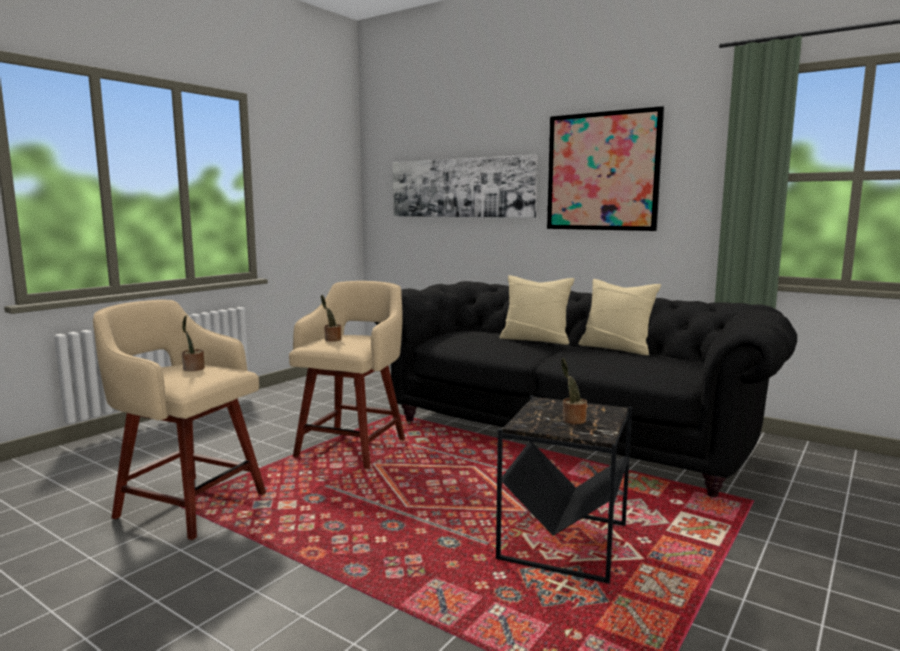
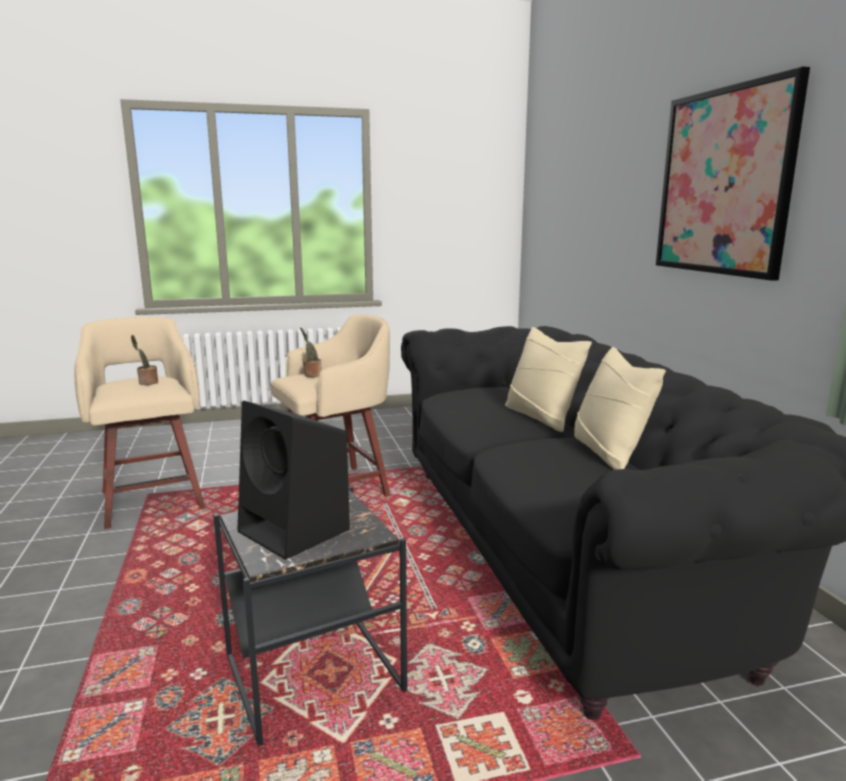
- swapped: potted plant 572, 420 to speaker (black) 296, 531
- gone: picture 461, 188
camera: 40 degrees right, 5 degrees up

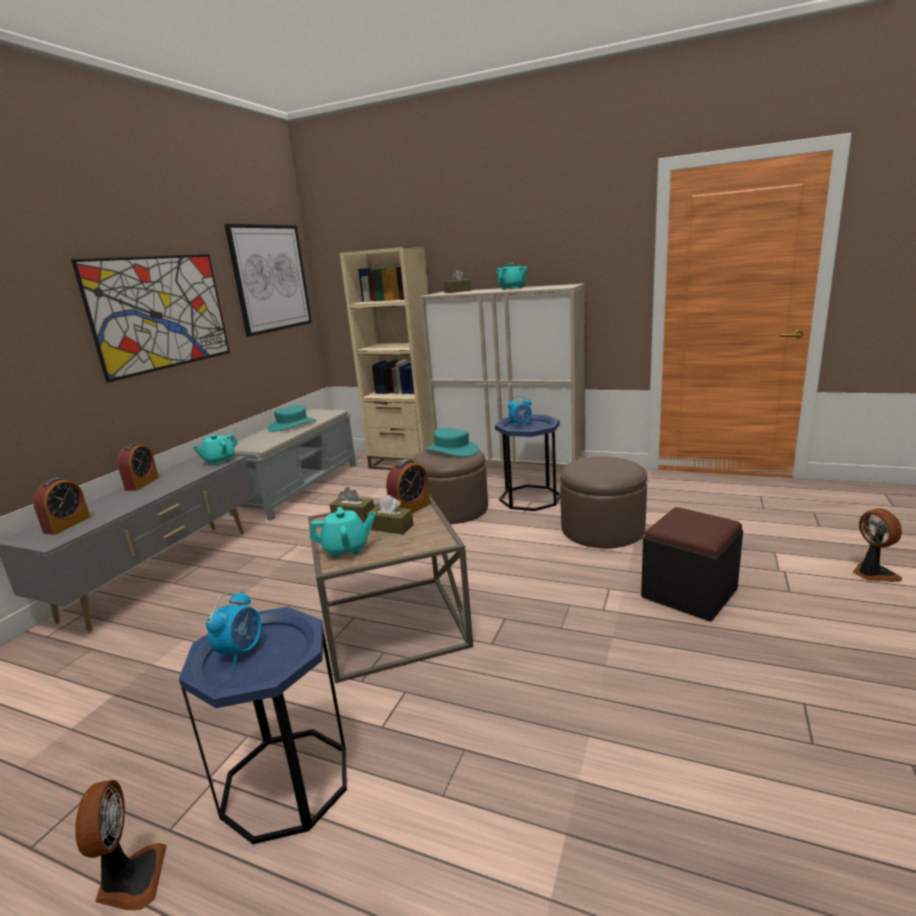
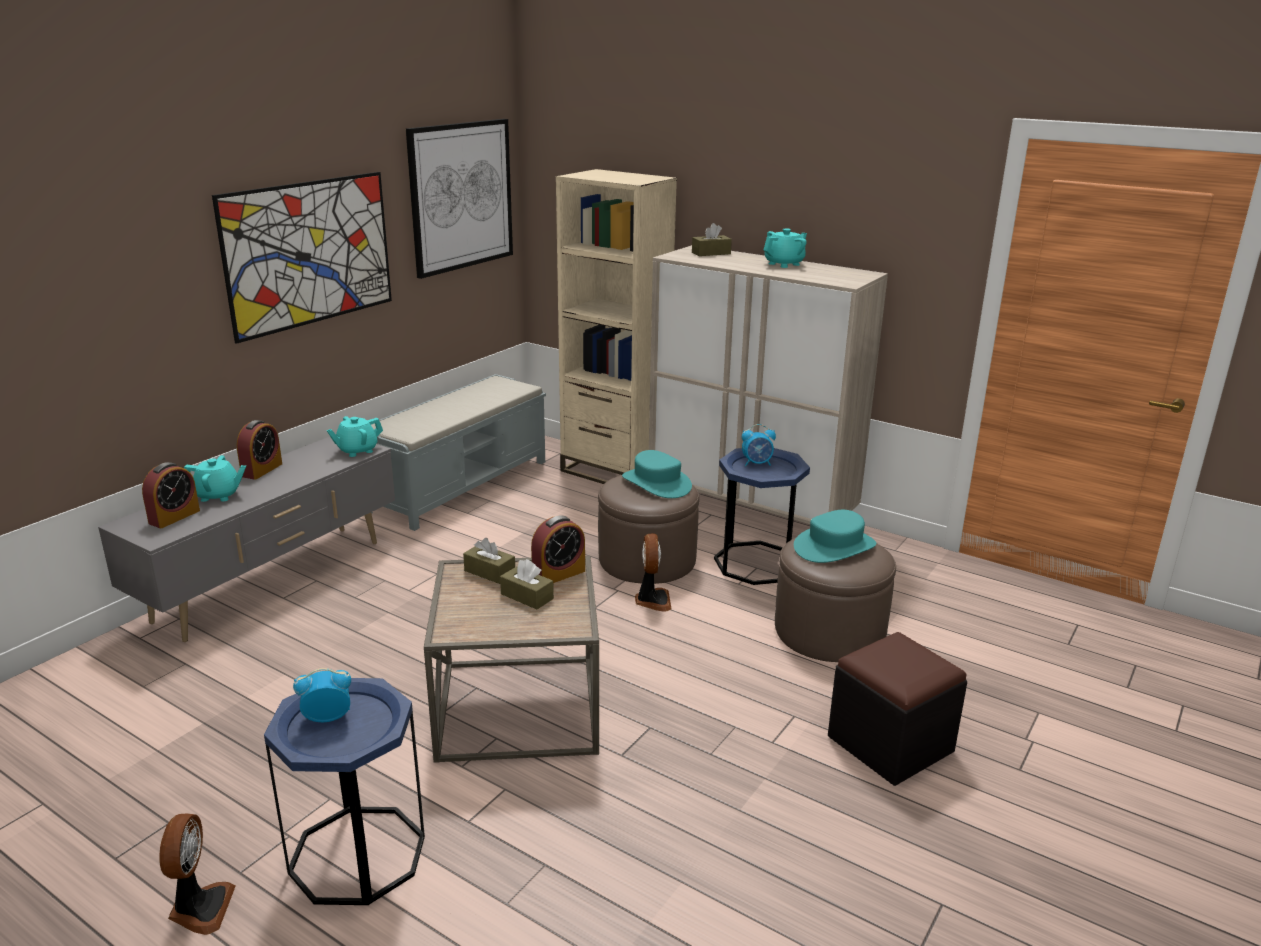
- shifted: teapot (turquoise) 346, 549 to 218, 495
- rotated: alarm clock 241, 651 = 327, 717 135 degrees counterclockwise
- shifted: fan 872, 573 to 652, 600
- shifted: hat (turquoise) 292, 425 to 834, 547
camera: 10 degrees right, 5 degrees up

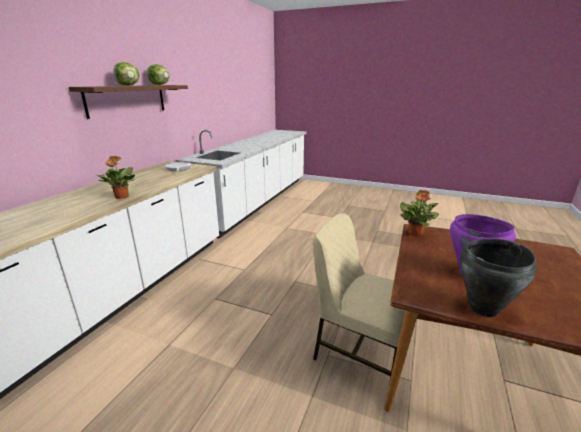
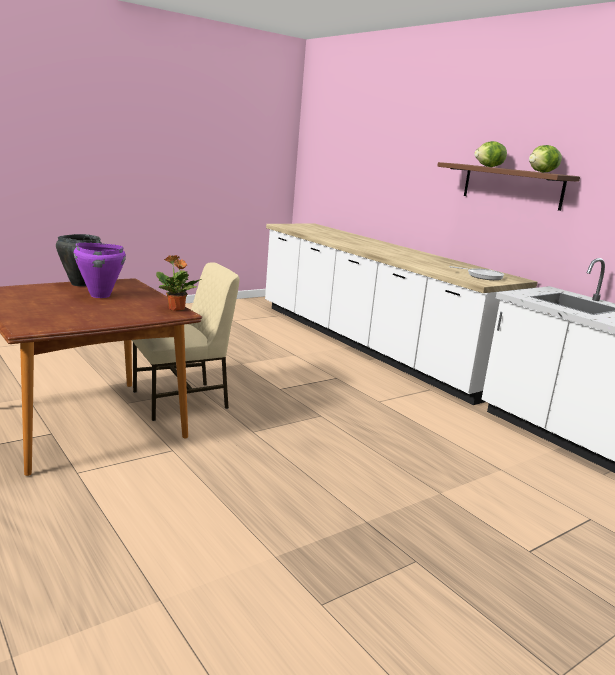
- gone: potted plant 121, 197
camera: 120 degrees right, 5 degrees down

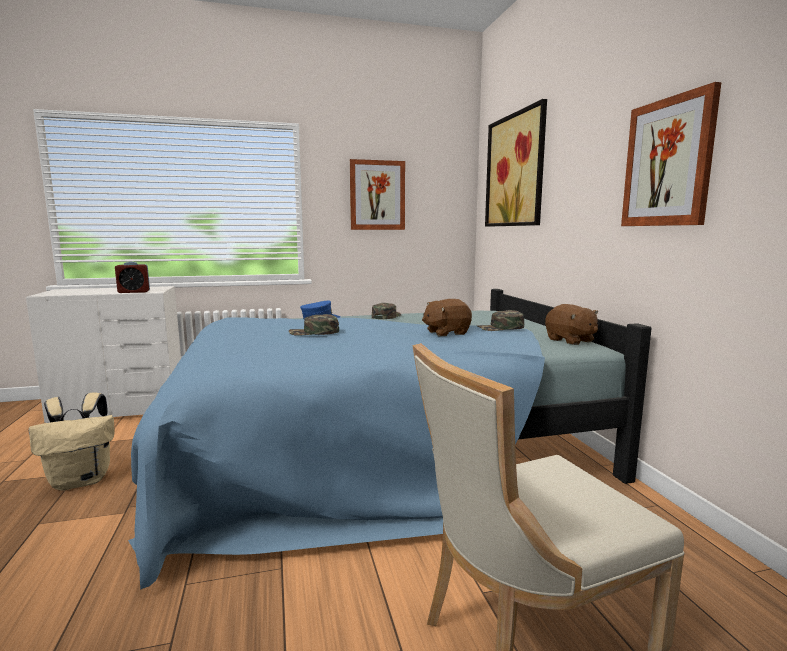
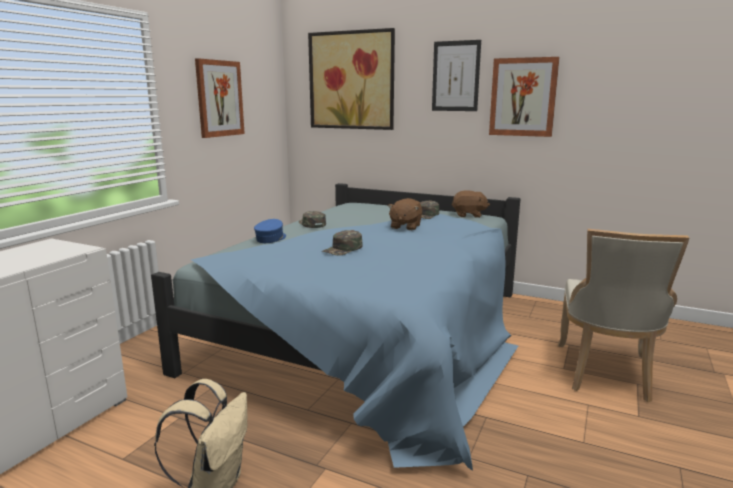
- new: picture 455, 76
- gone: alarm clock 134, 292
camera: 50 degrees left, 5 degrees up

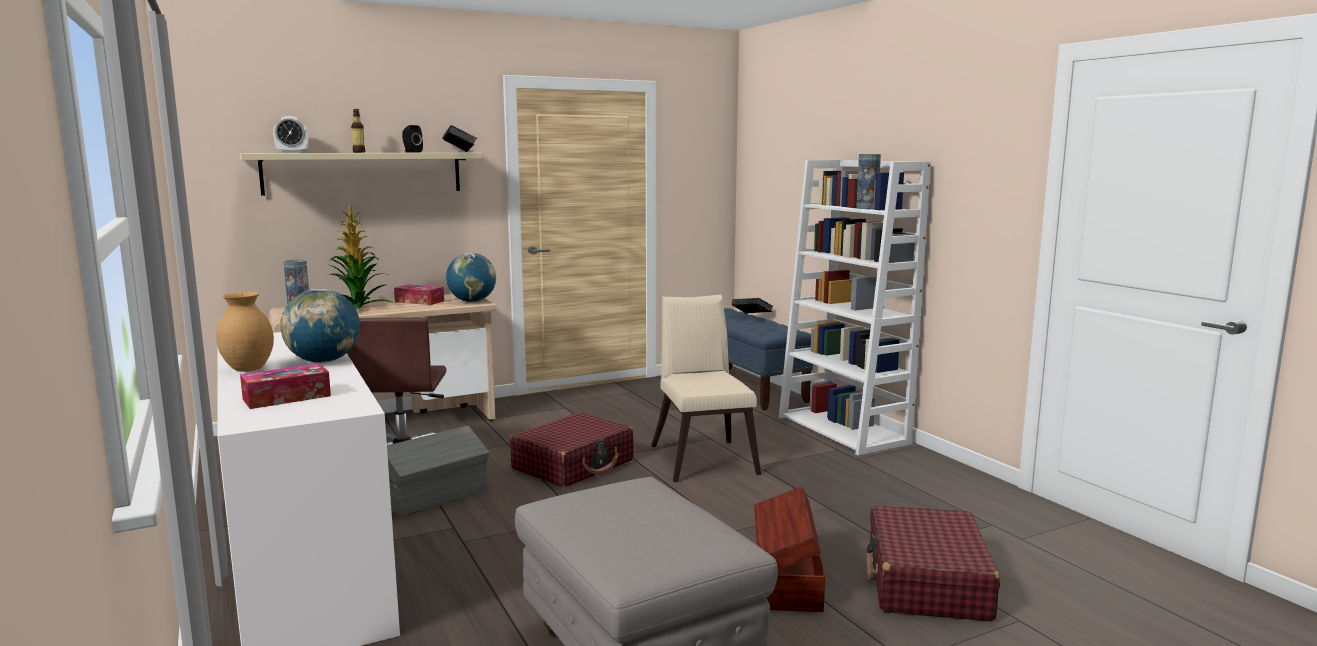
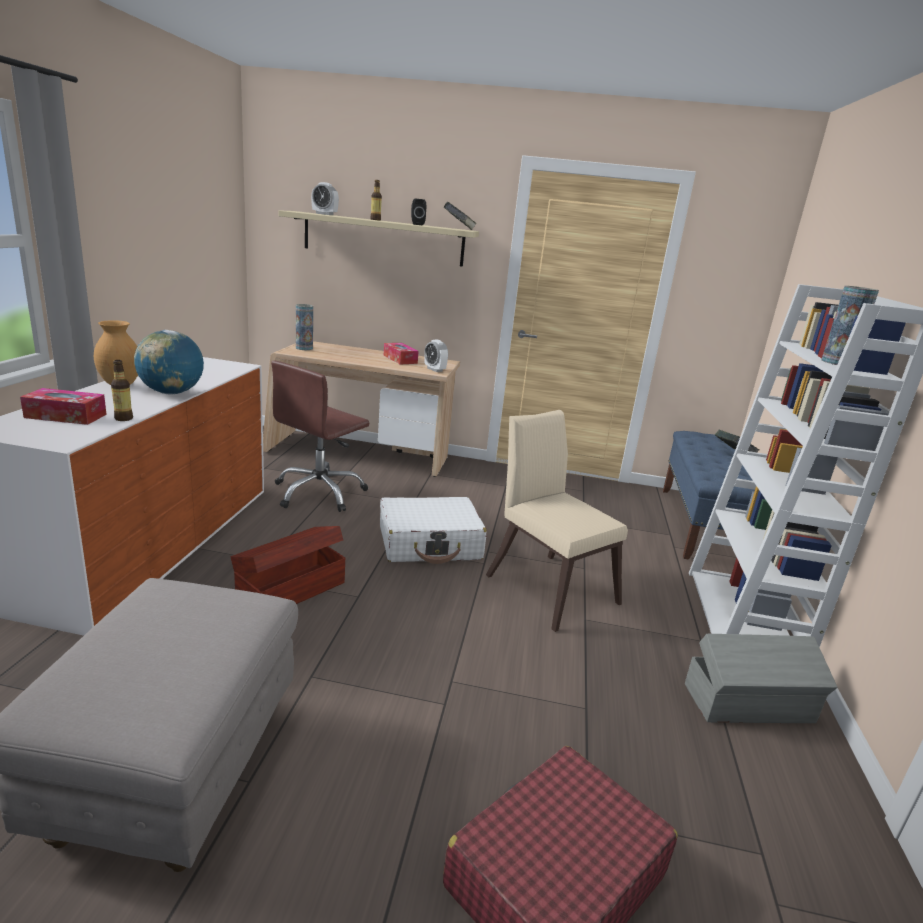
- new: bottle 123, 418
- shifted: storage box (brown) 787, 580 to 290, 590
- repainted: suitcase (red) 573, 465 to suitcase (white) 430, 543
- swapped: globe 472, 302 to alarm clock 434, 369
- rotated: chair (beige) 703, 457 = 547, 585 60 degrees counterclockwise
- shifted: storage box (grey) 436, 497 to 750, 704
- gone: potted plant 356, 307
camera: 35 degrees right, 10 degrees up

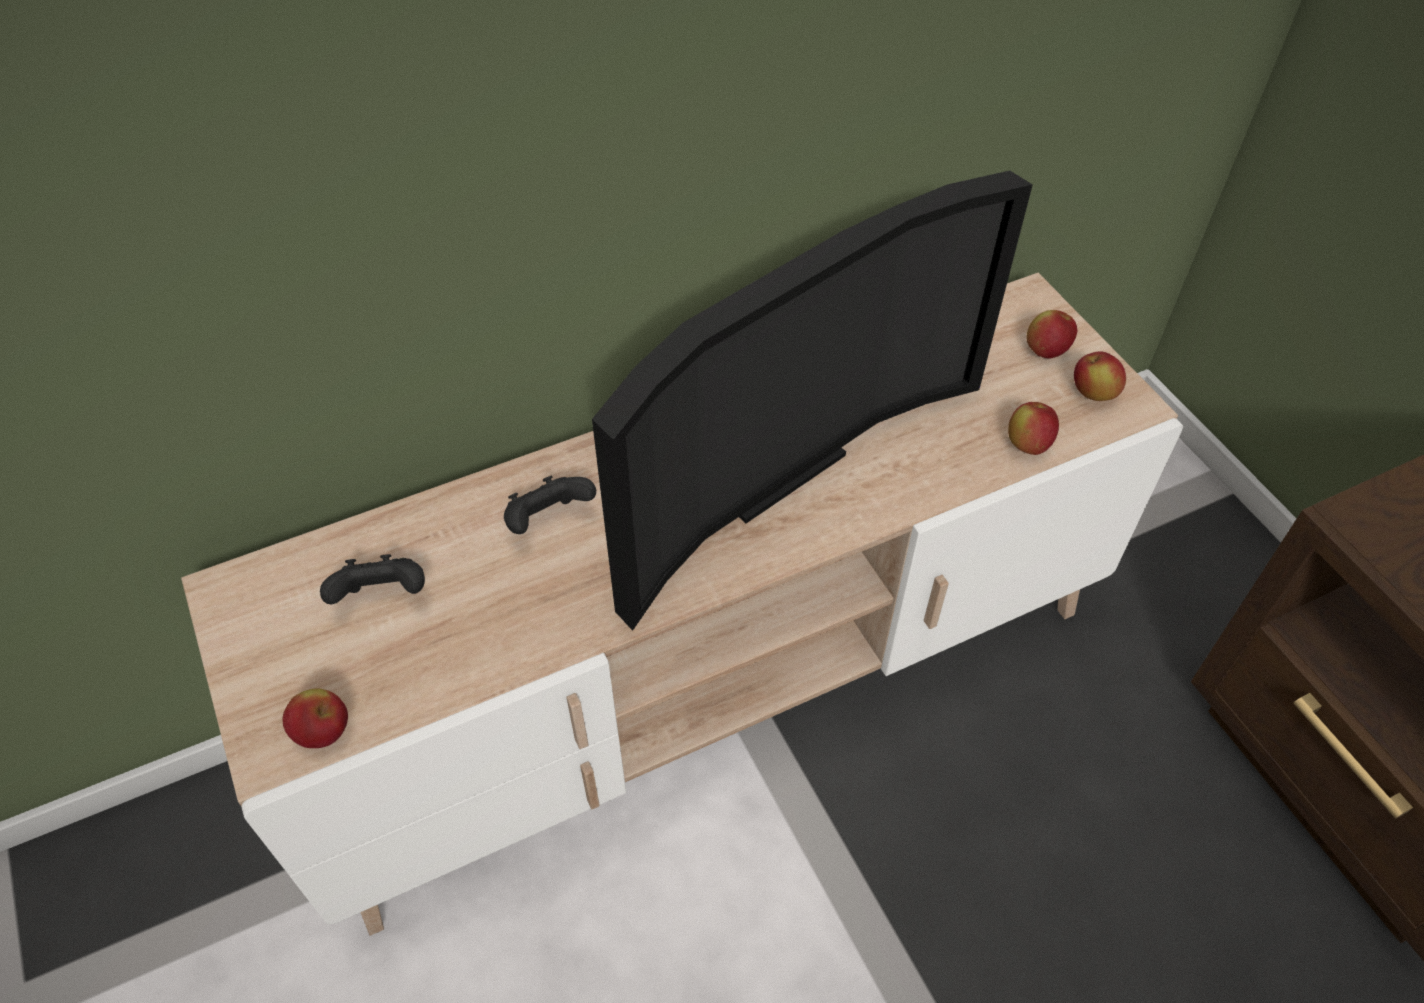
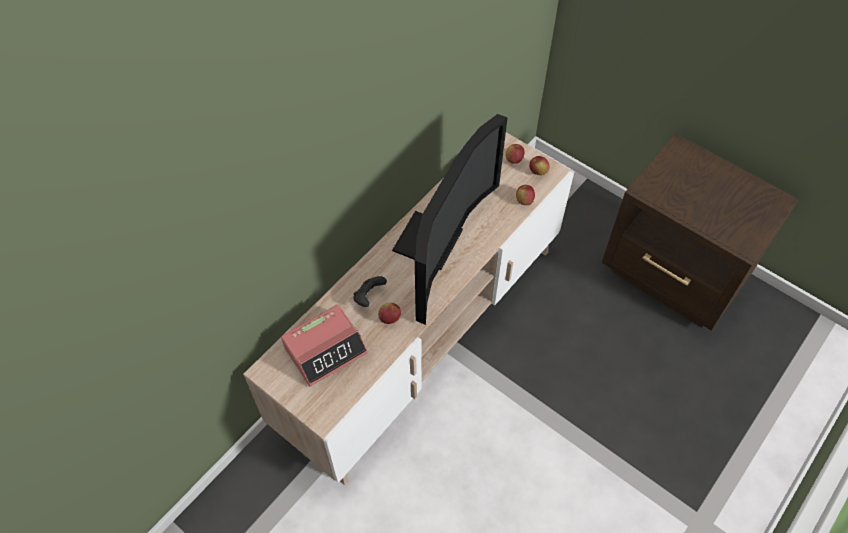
- swapped: game controller (black) 382, 596 to alarm clock 325, 349
- shifted: apple 323, 732 to 389, 318
camera: 25 degrees left, 5 degrees up

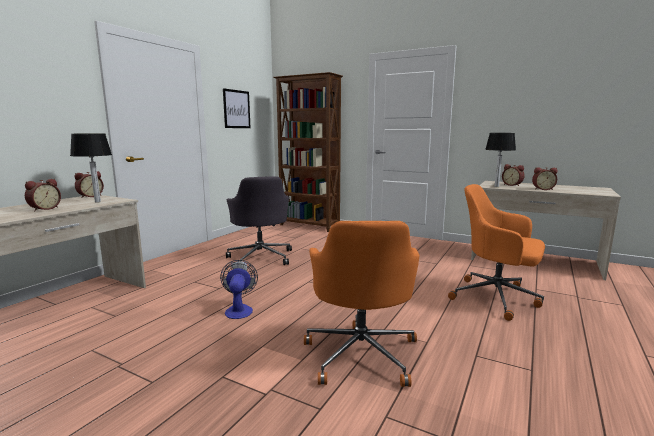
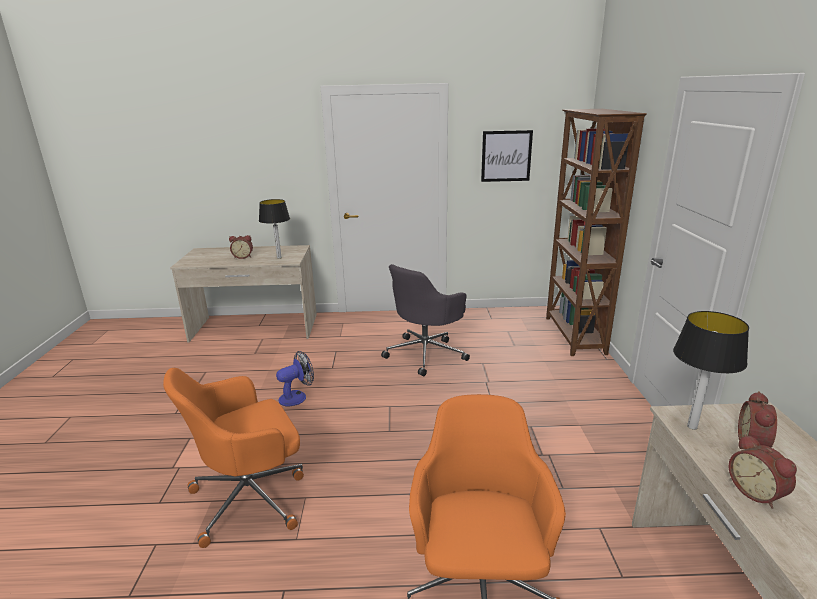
- gone: alarm clock 90, 196
camera: 60 degrees right, 10 degrees up

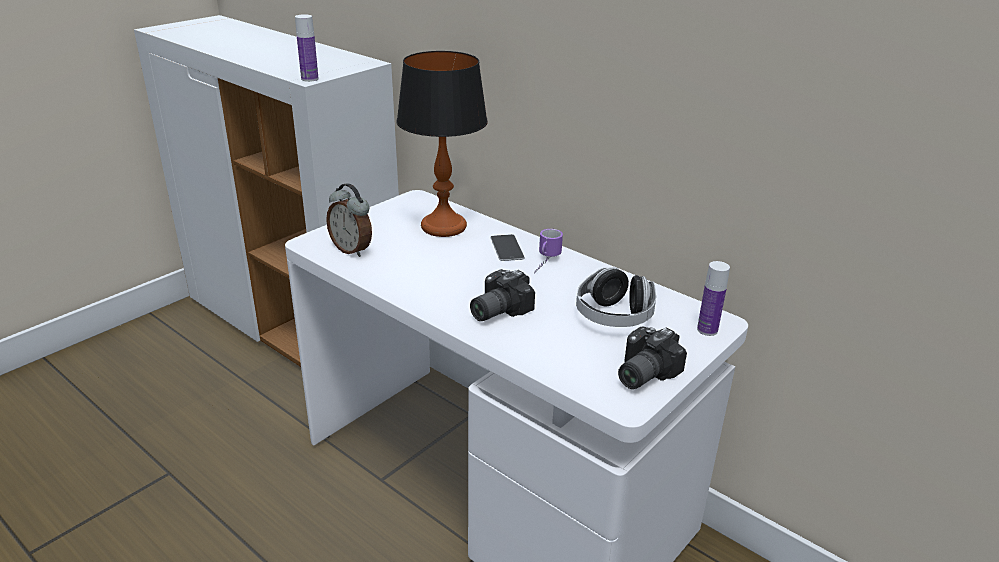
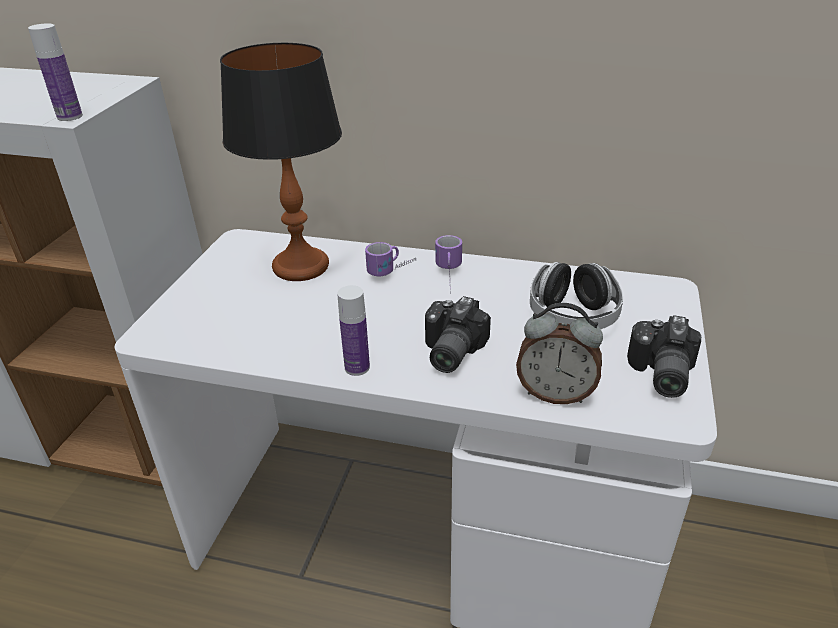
- shifted: bottle 707, 330 to 357, 367
- swapped: phone 507, 248 to mug 393, 271
- shifted: alarm clock 352, 250 to 555, 393
camera: 25 degrees left, 5 degrees up

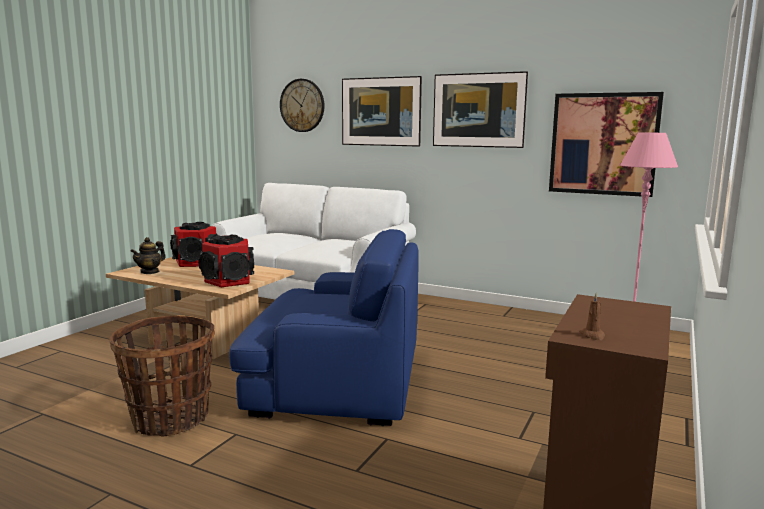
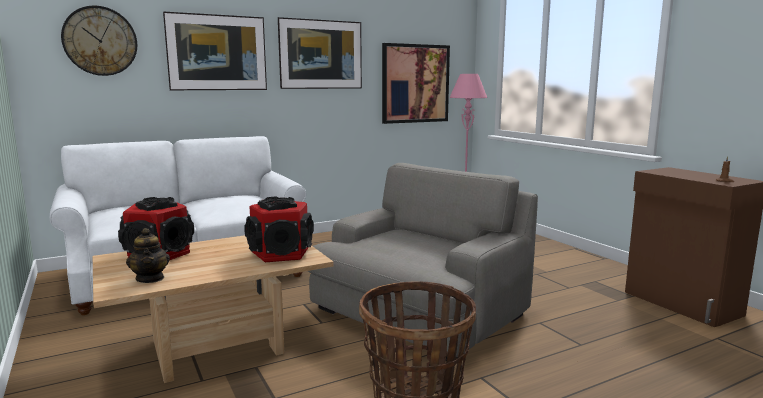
- repainted: armchair (blue) 336, 381 to armchair (grey) 418, 313
camera: 55 degrees left, 0 degrees up

